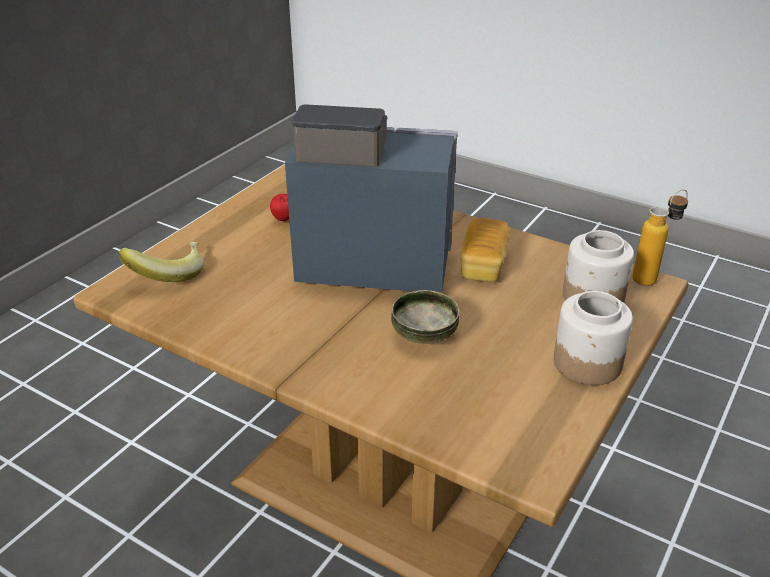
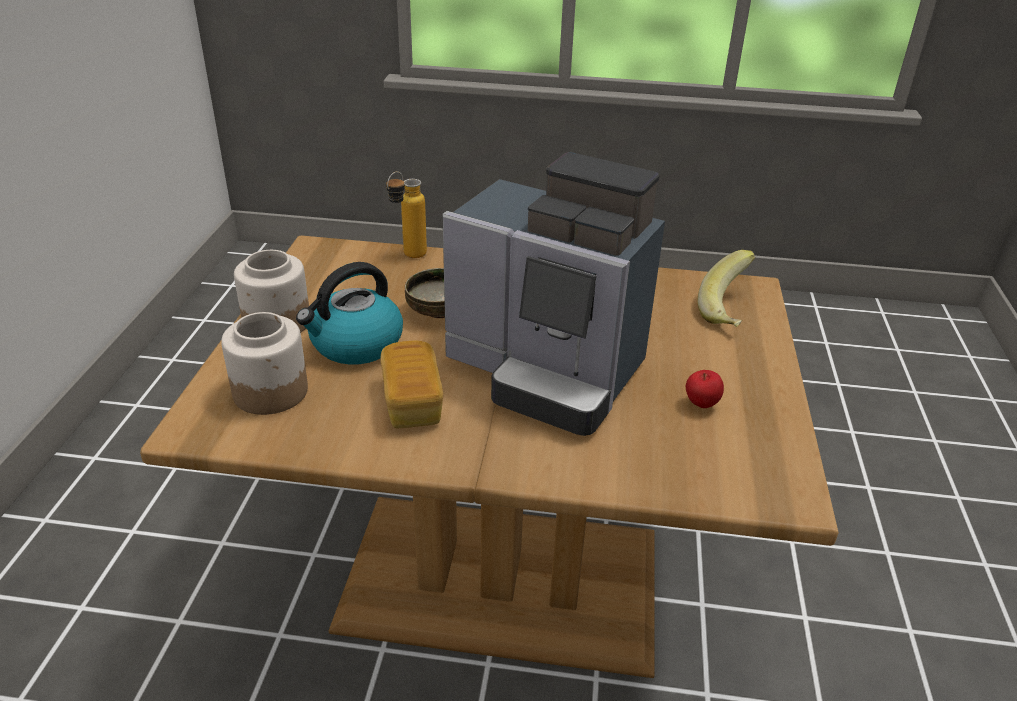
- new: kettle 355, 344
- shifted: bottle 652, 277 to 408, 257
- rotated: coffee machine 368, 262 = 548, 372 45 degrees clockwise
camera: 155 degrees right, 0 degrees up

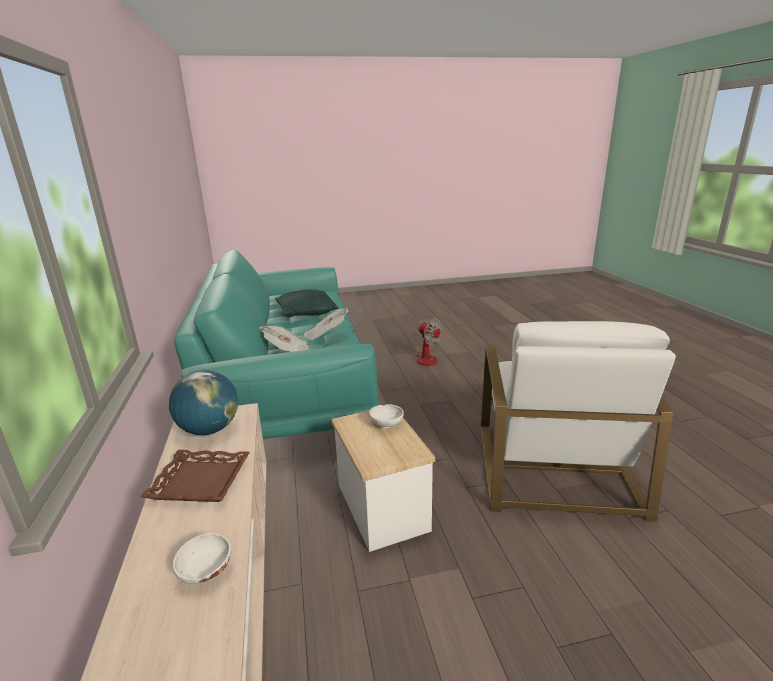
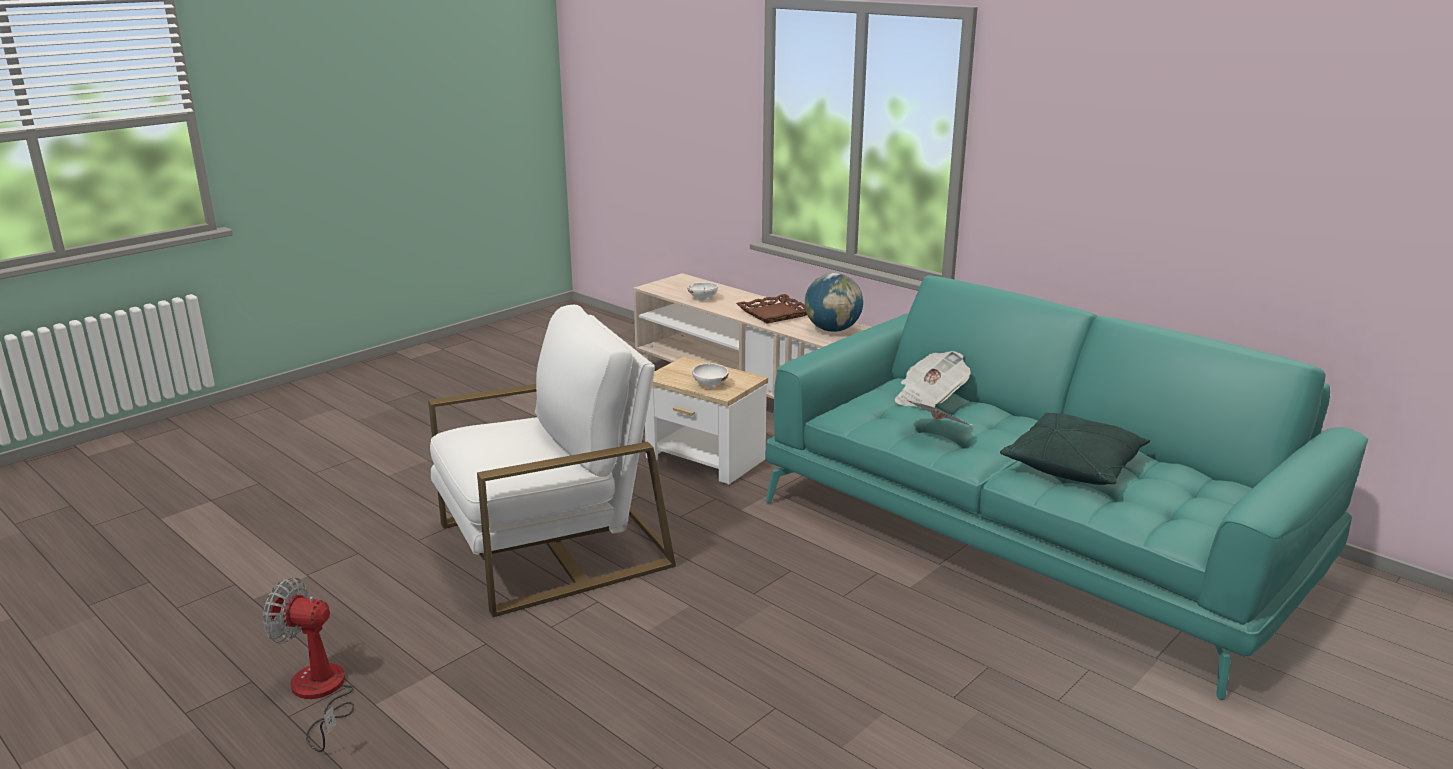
- shifted: fan 427, 357 to 320, 694
- rotated: armchair (white) 553, 466 = 551, 546 90 degrees clockwise
camera: 145 degrees right, 0 degrees up

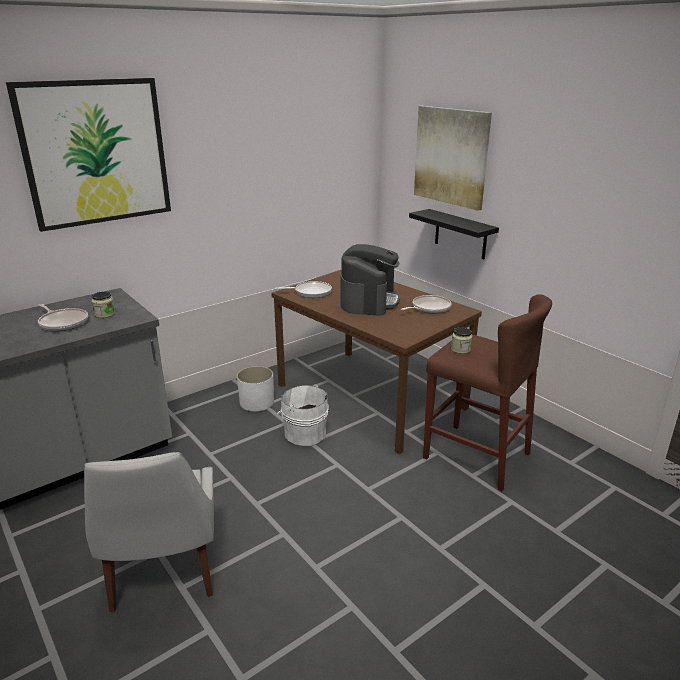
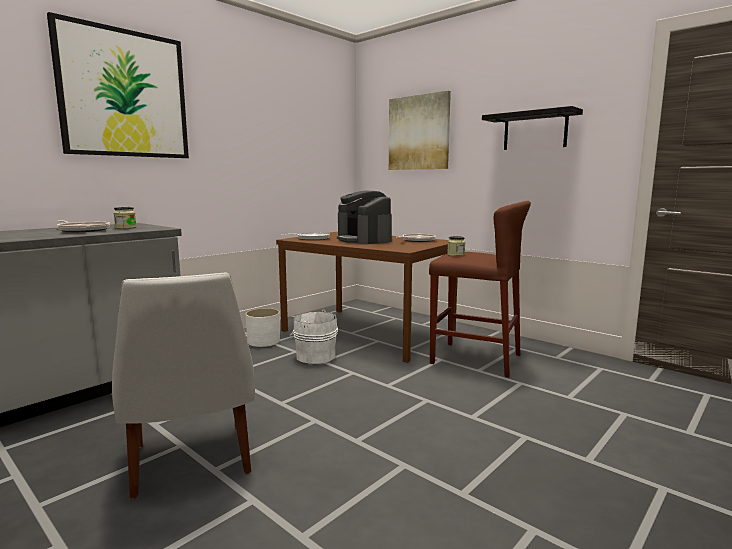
- rotated: coffee machine 369, 301 = 364, 240 150 degrees clockwise
- shifted: shelf (black) 460, 234 to 535, 131
camera: 10 degrees left, 15 degrees down

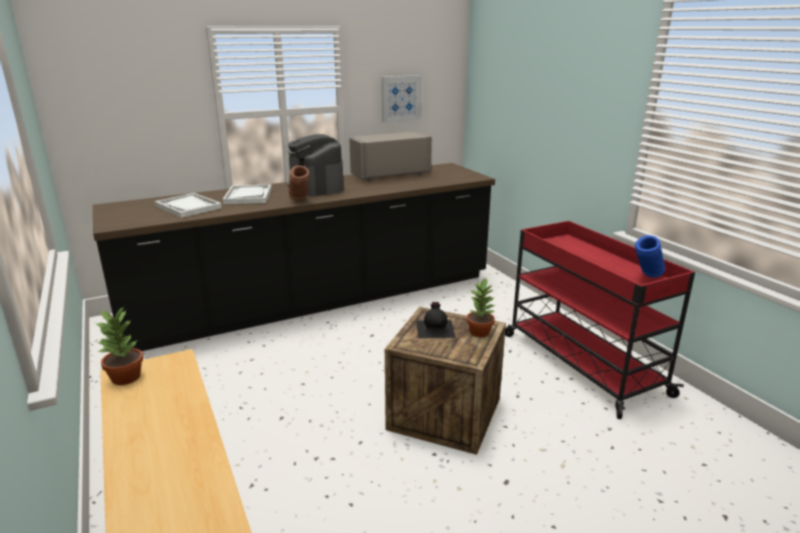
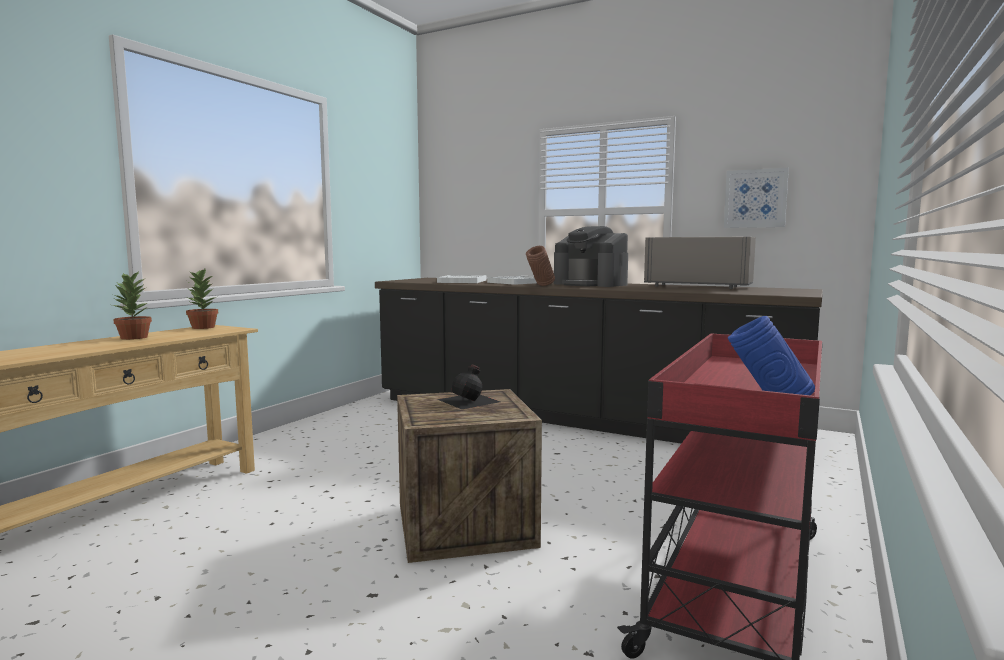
- shifted: potted plant 480, 332 to 134, 338
- rotated: coffee machine 316, 187 = 591, 284 75 degrees counterclockwise
camera: 55 degrees right, 15 degrees down

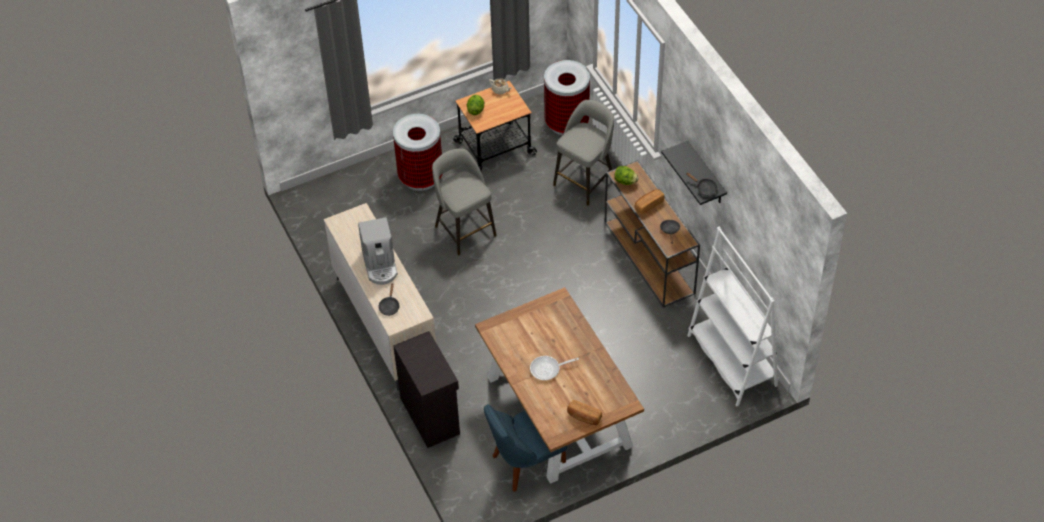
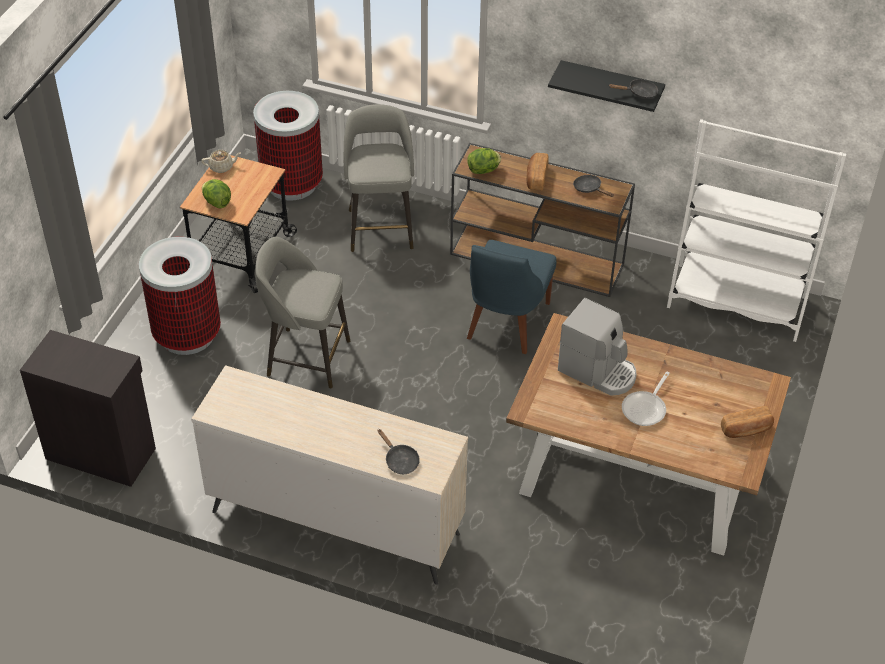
- shifted: cabinet (black) 430, 415 to 101, 452
- shifted: chair (blue) 525, 463 to 506, 323
- shifted: coffee machine 380, 265 to 598, 371
camera: 45 degrees left, 5 degrees down

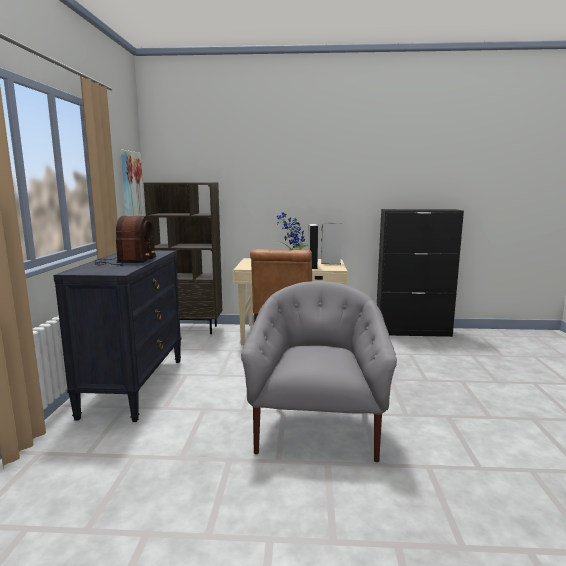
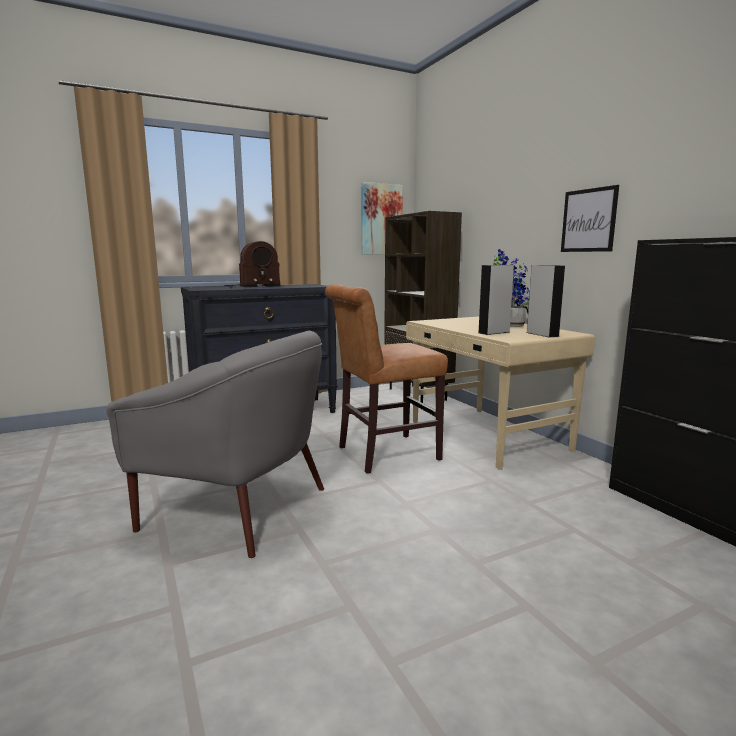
- rotated: armchair (grey) 317, 428 = 239, 507 45 degrees clockwise
- new: picture 588, 220
camera: 60 degrees right, 0 degrees up

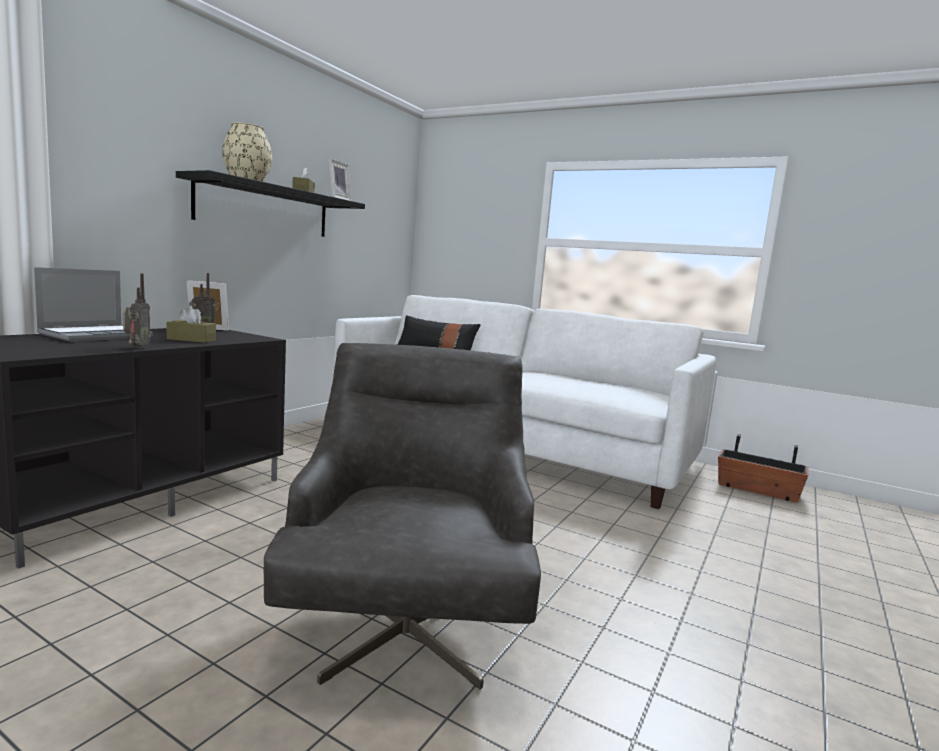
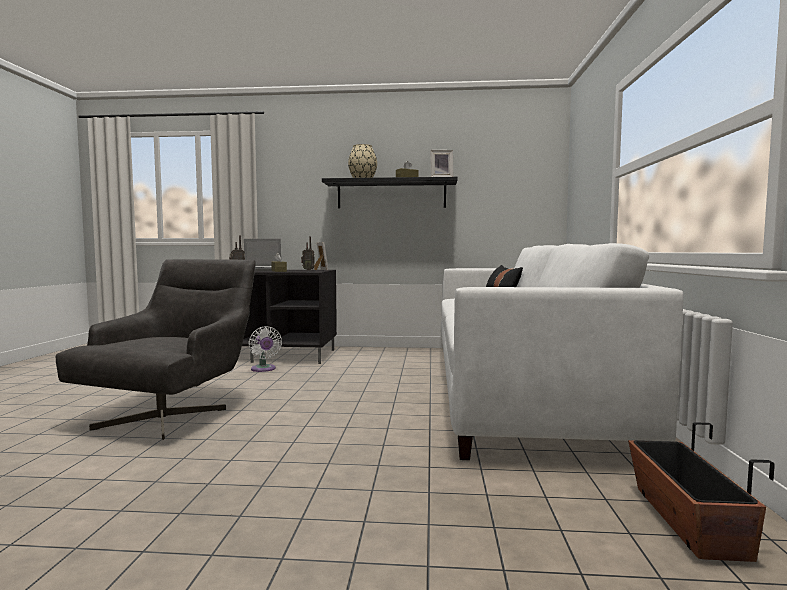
- rotated: armchair (grey) 408, 617 = 173, 413 45 degrees counterclockwise
- new: fan (white) 264, 369
camera: 65 degrees right, 5 degrees down

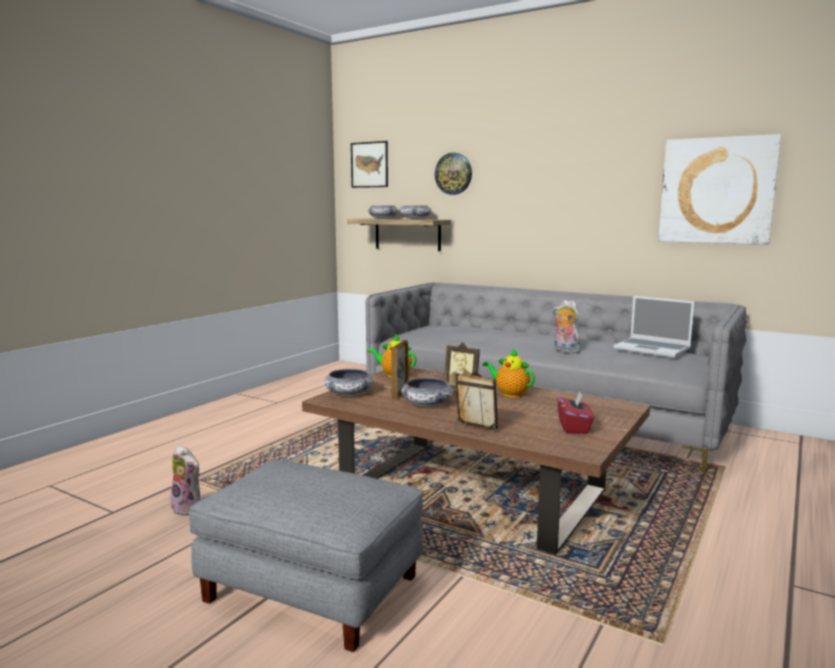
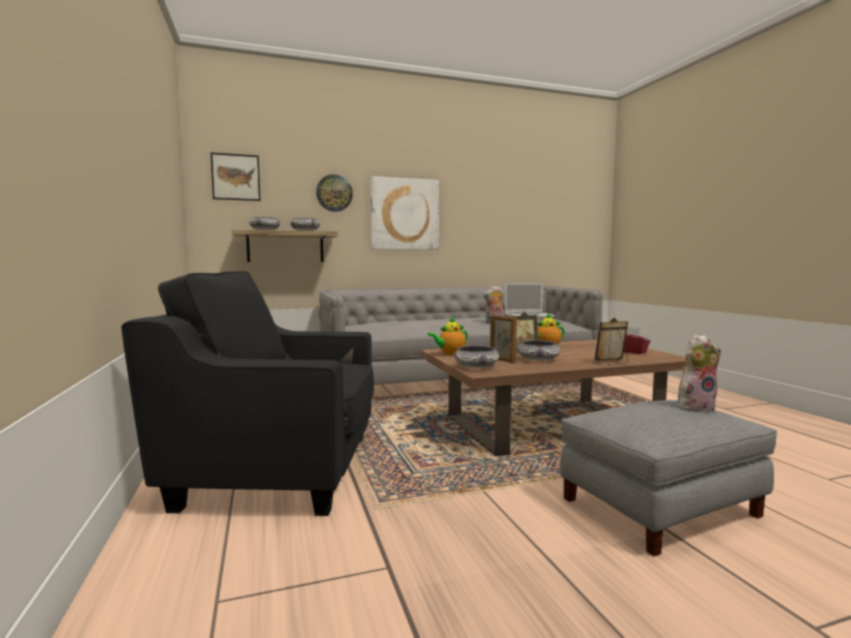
- new: armchair (black) 279, 468
- shifted: picture 717, 191 to 404, 214
- shifted: plush toy 189, 508 to 695, 407
camera: 50 degrees left, 5 degrees down

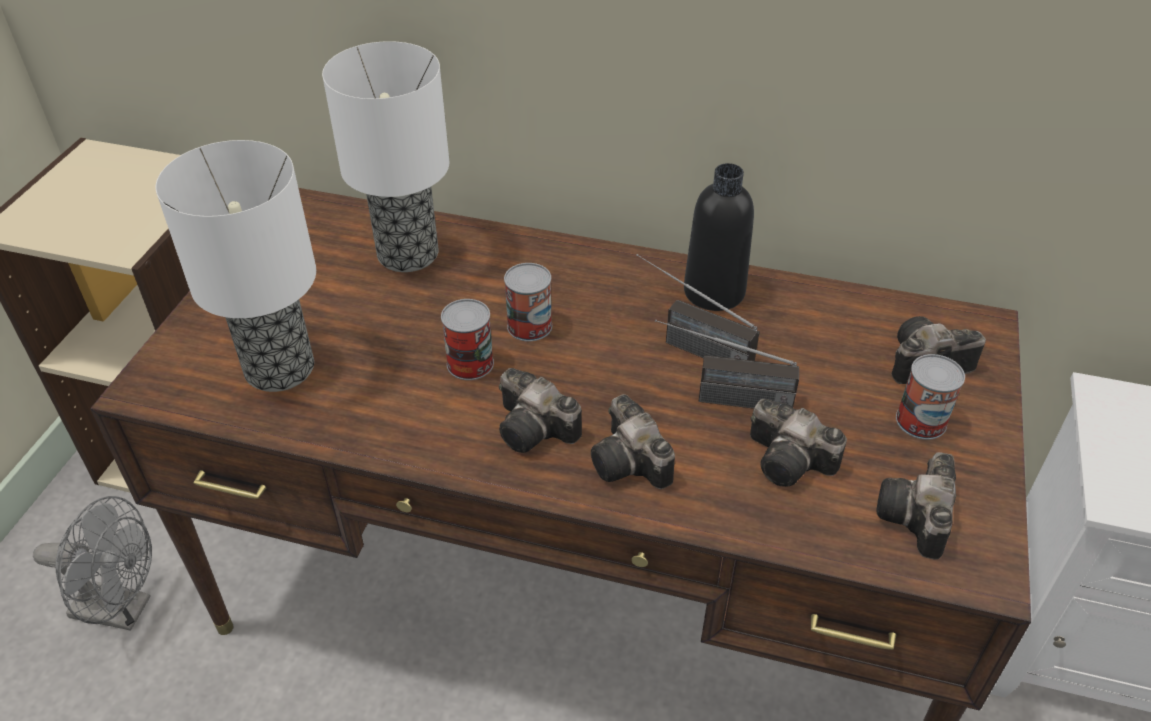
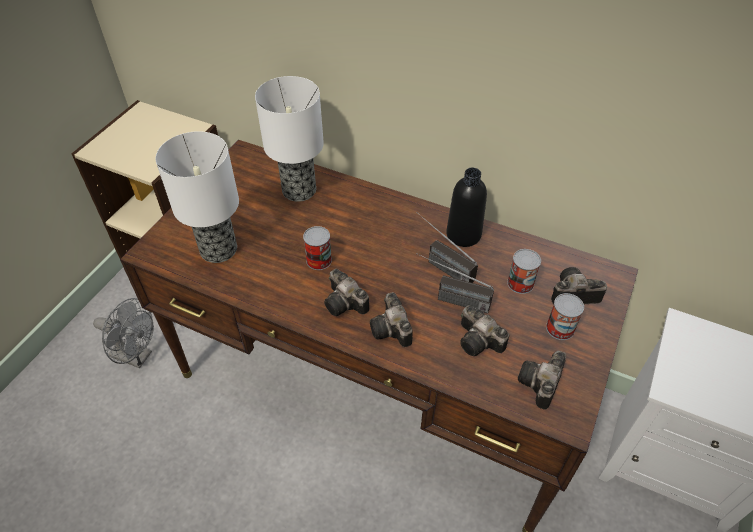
- shifted: can 529, 326 to 520, 283
camera: 10 degrees right, 5 degrees up

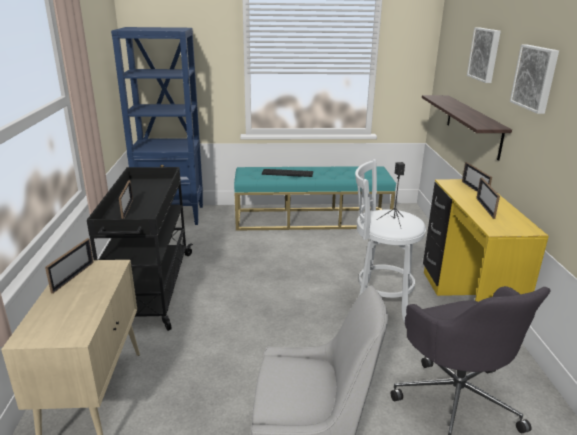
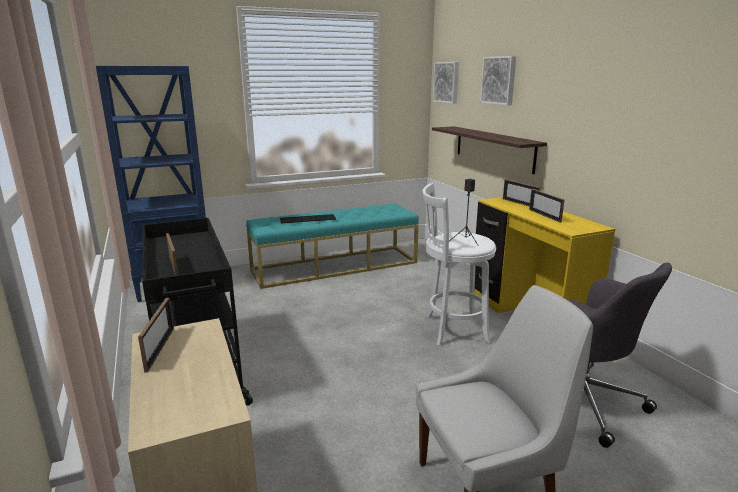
- shifted: picture 536, 78 to 447, 82
camera: 20 degrees left, 5 degrees down

